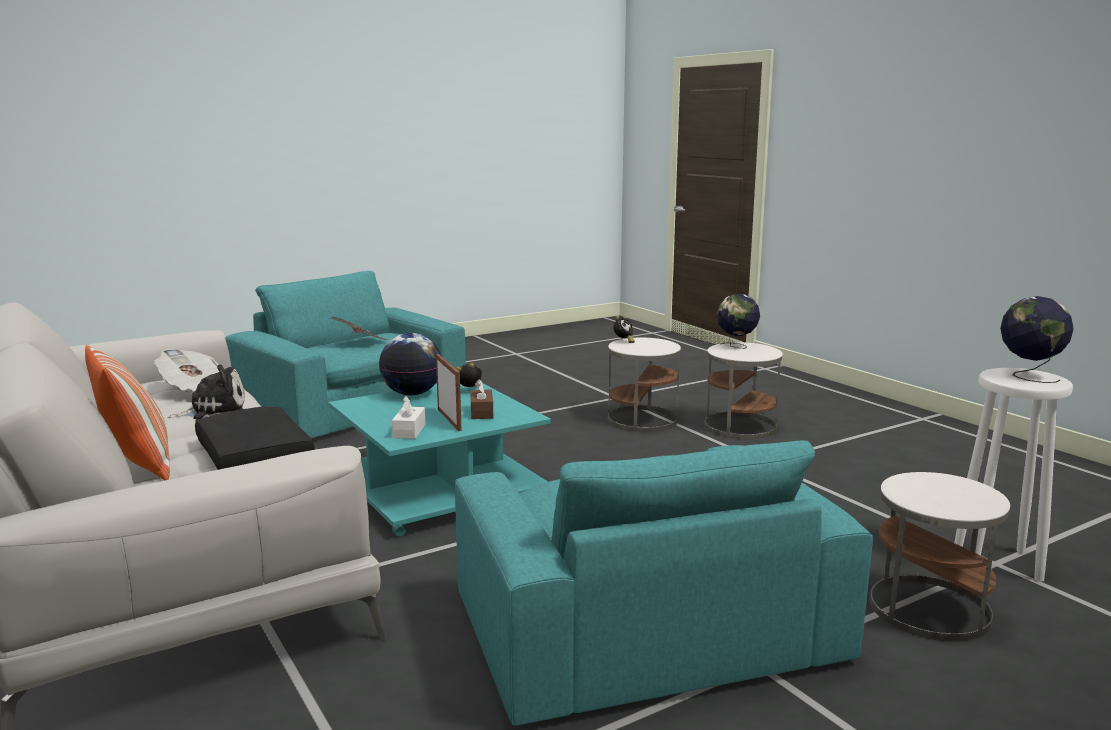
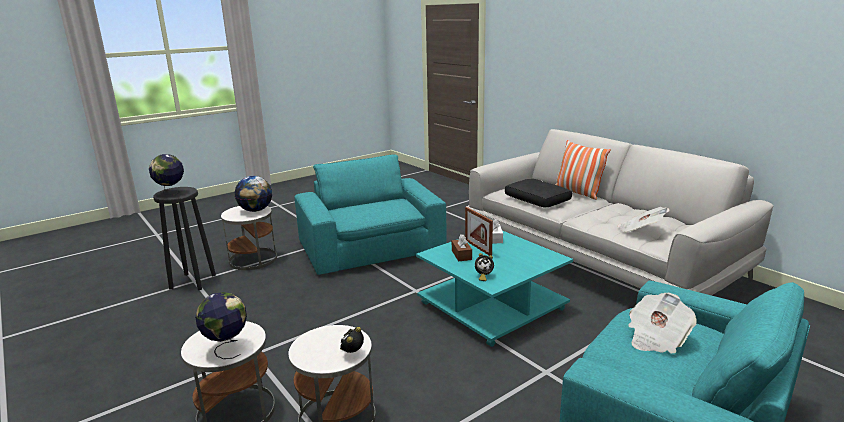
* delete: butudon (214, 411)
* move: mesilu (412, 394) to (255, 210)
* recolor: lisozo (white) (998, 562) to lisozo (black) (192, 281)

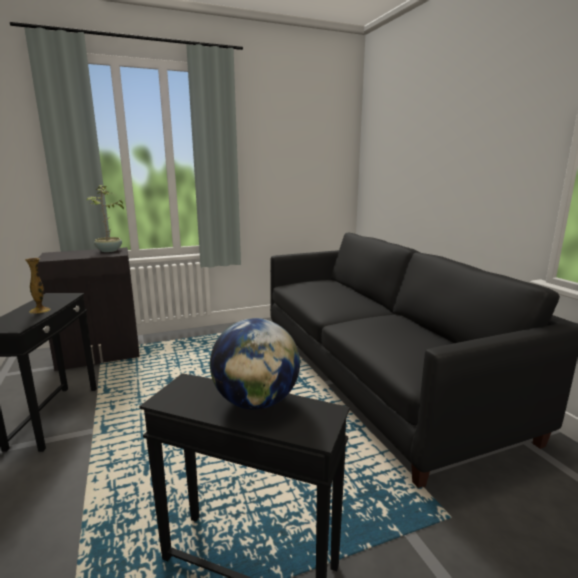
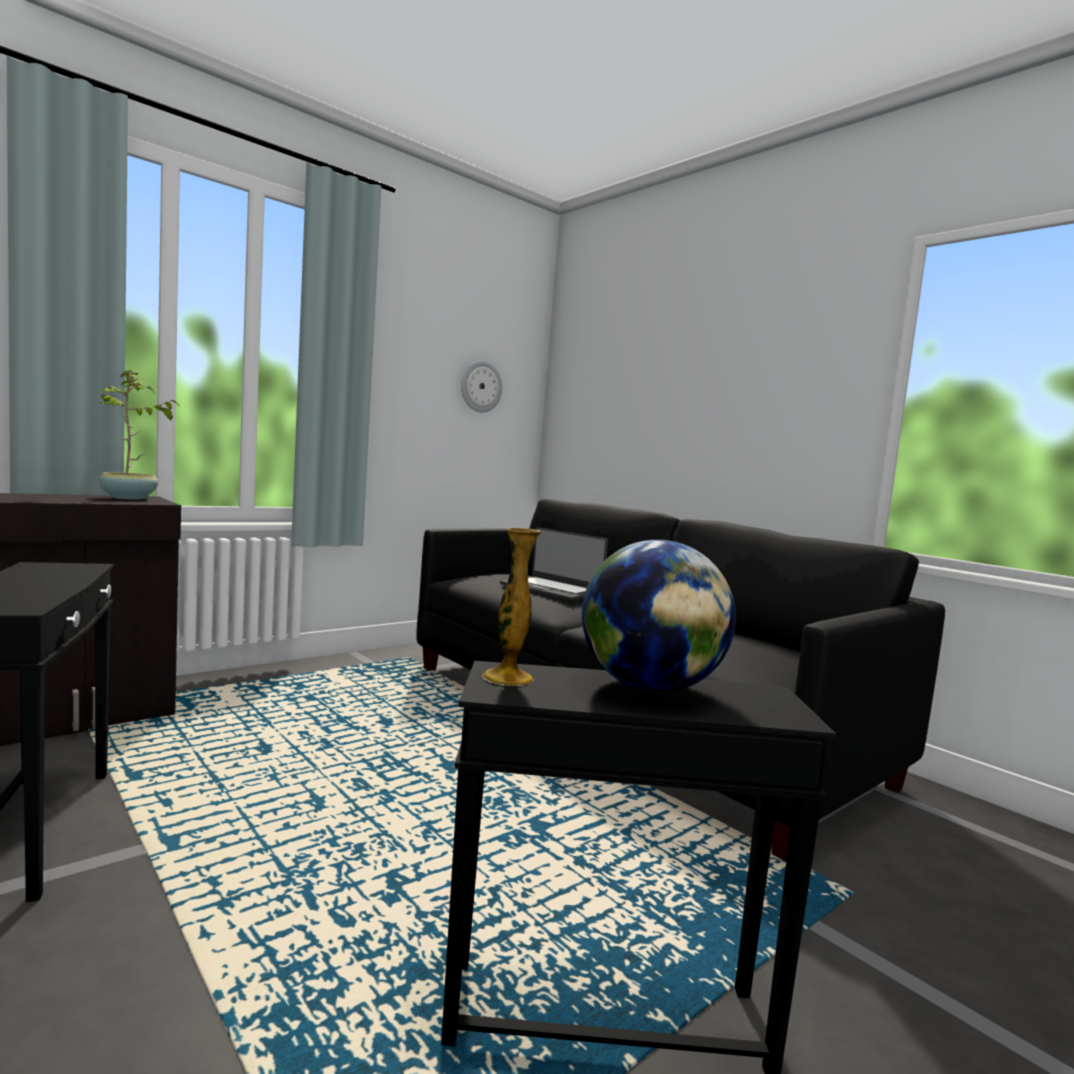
* move: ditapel (40, 310) to (508, 678)
* insert: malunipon (480, 386)
* insert: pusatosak (552, 589)

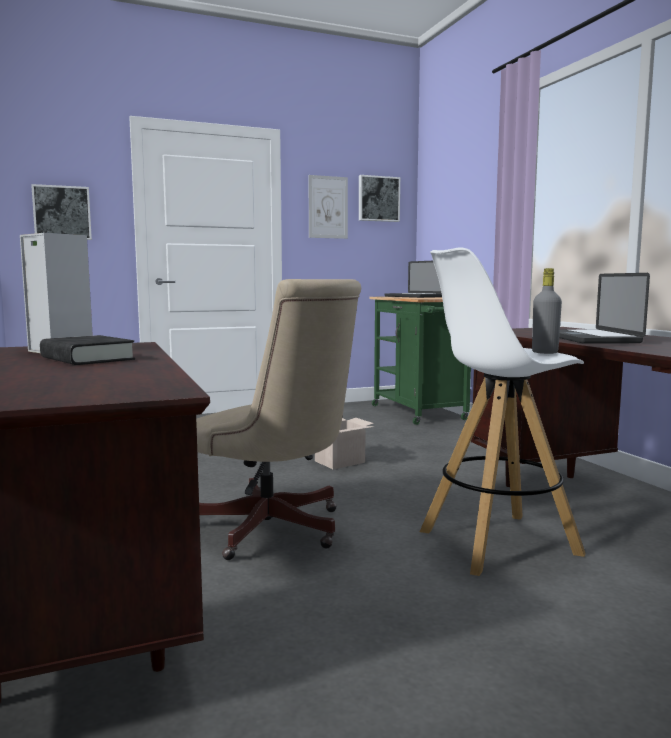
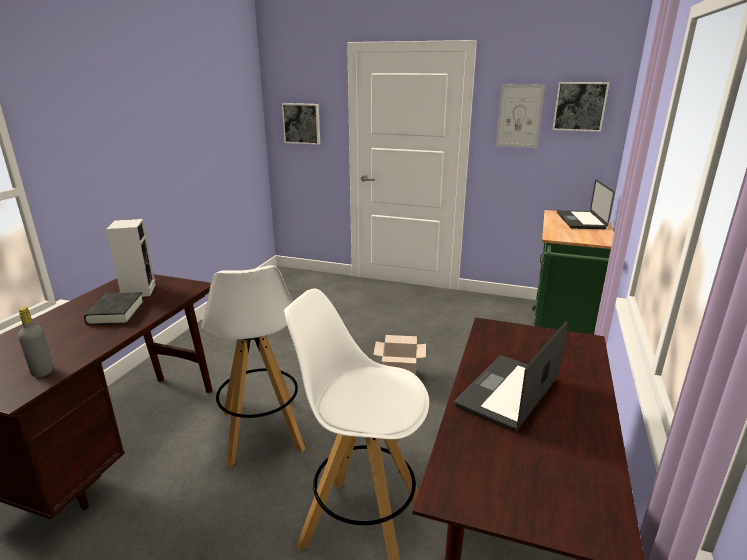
* replace: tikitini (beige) (275, 531) to lisozo (white) (262, 431)
* move: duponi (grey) (544, 352) to (42, 372)

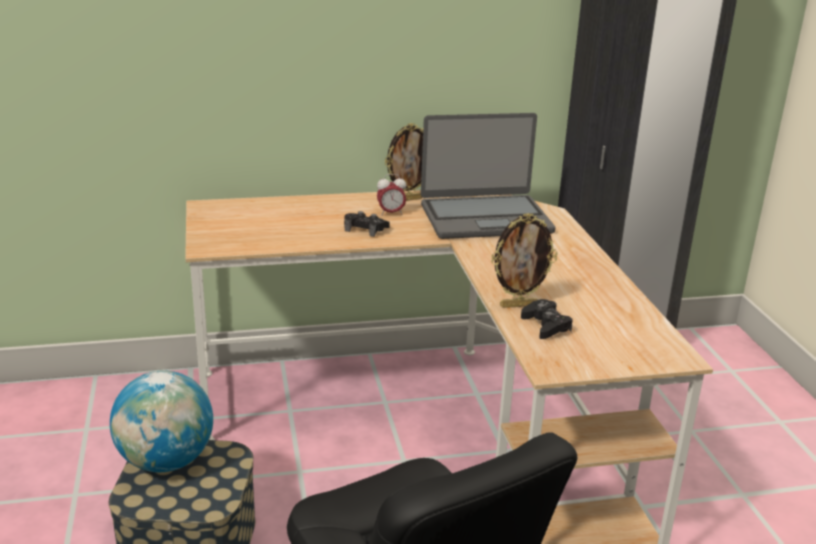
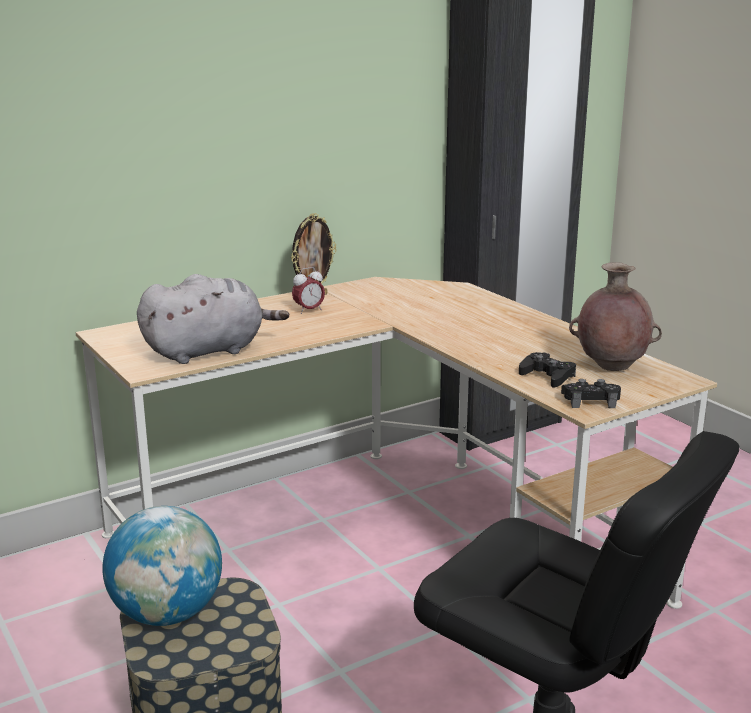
* move: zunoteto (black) (365, 229) to (590, 401)
* delete: pusatosak (485, 218)
* delete: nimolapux (518, 305)
* insert: butudon (grey) (209, 351)
* insert: ditapel (brown) (611, 367)

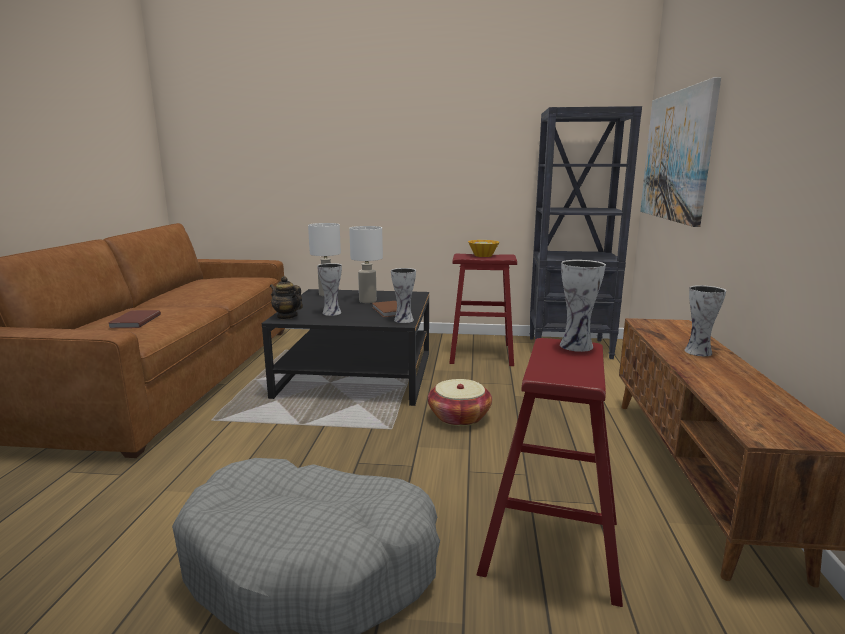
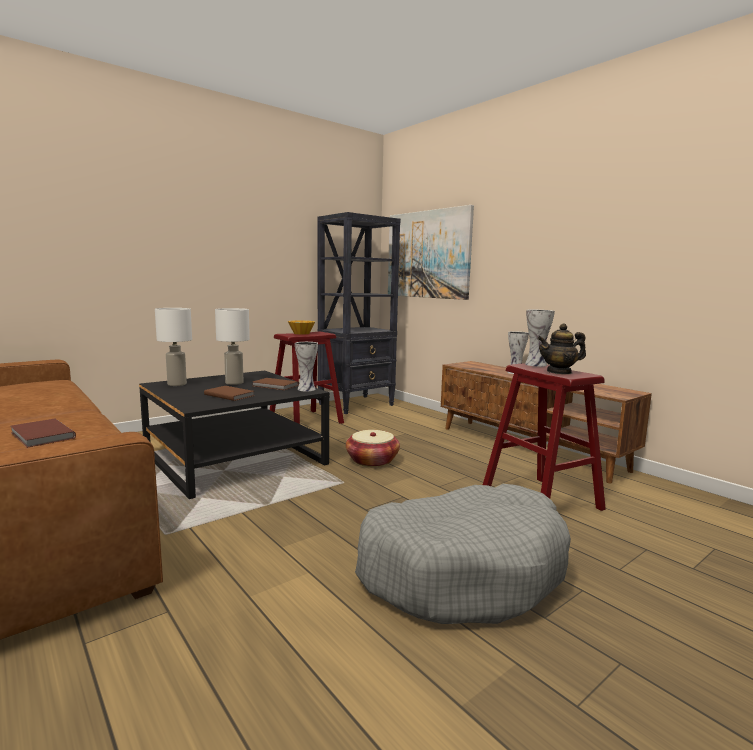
* move: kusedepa (287, 316) to (559, 372)
* replace: ditapel (332, 312) to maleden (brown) (229, 395)

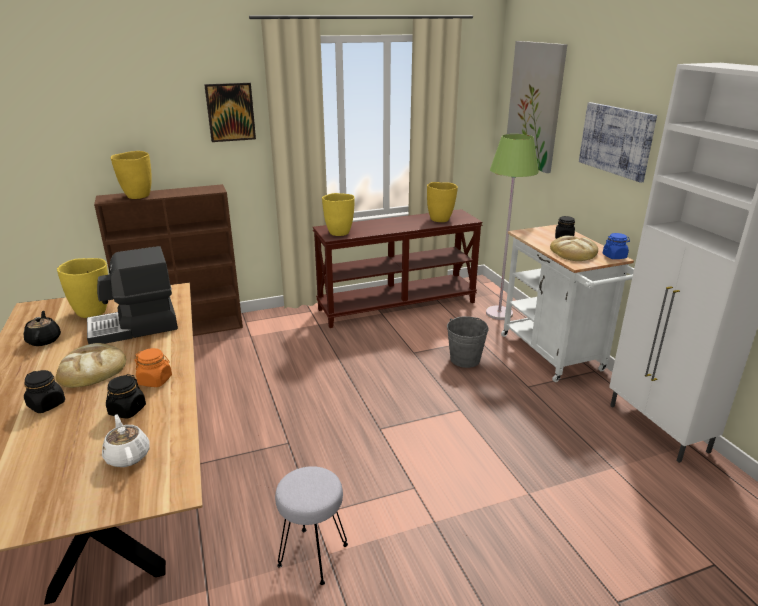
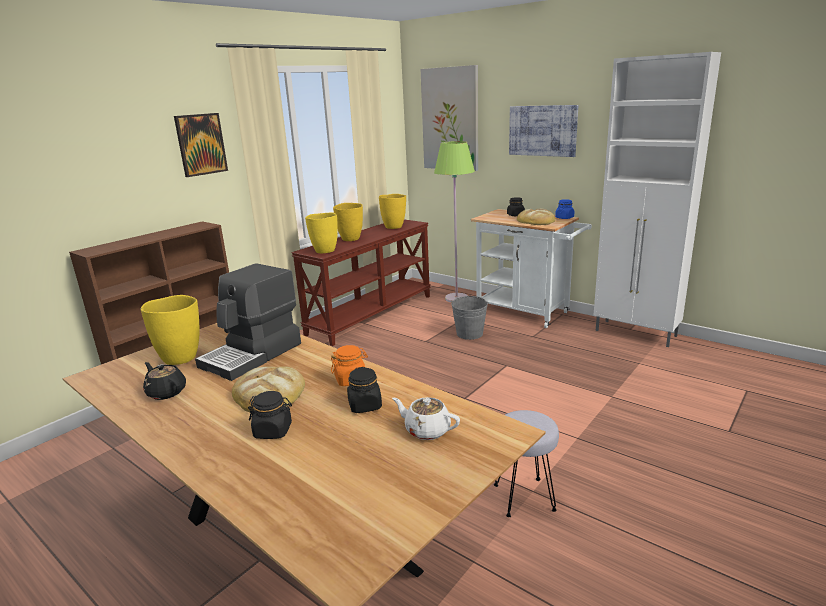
* move: ditapel (yellow) (138, 196) to (351, 239)

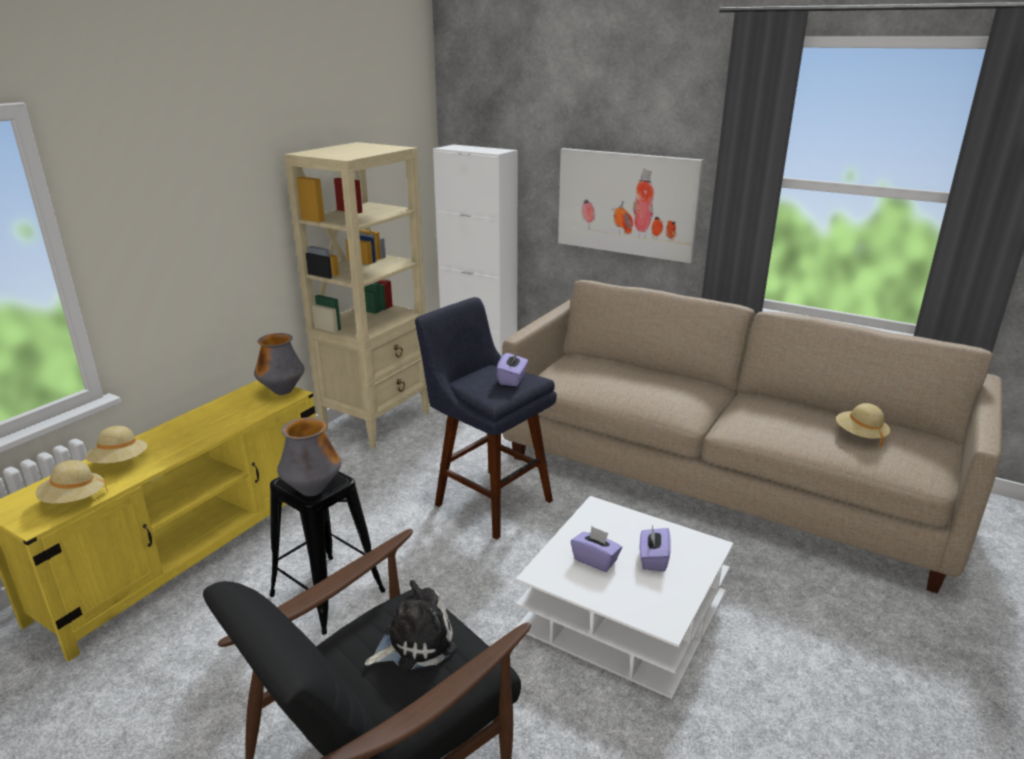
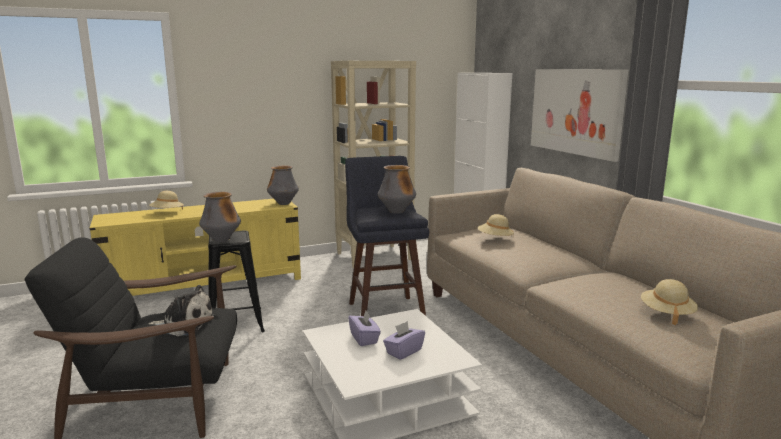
* move: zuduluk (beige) (74, 500) to (495, 239)
* replace: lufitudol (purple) (512, 379) to ditapel (396, 212)

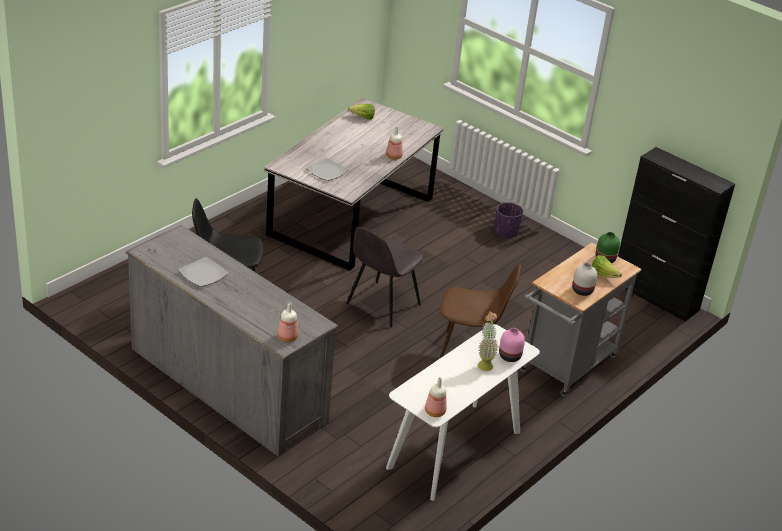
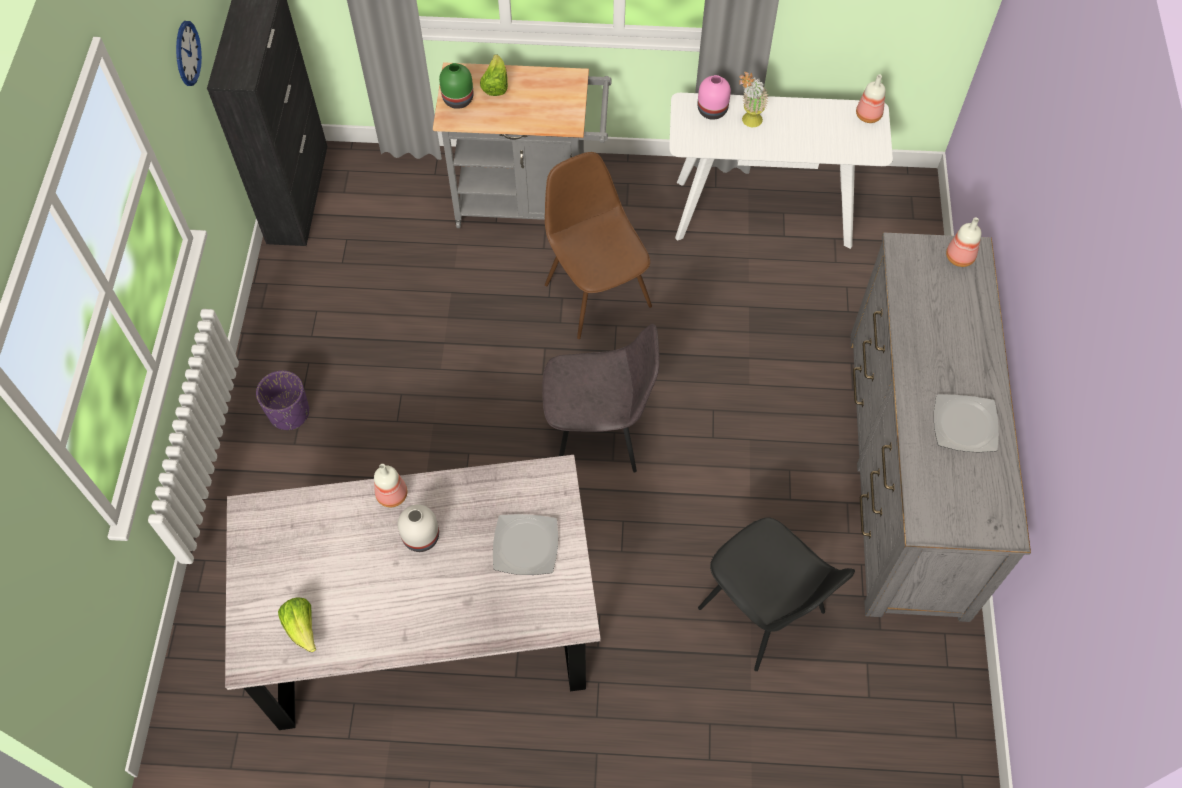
* move: ditapel (white) (582, 291) to (422, 536)
* insert: malunipon (187, 53)

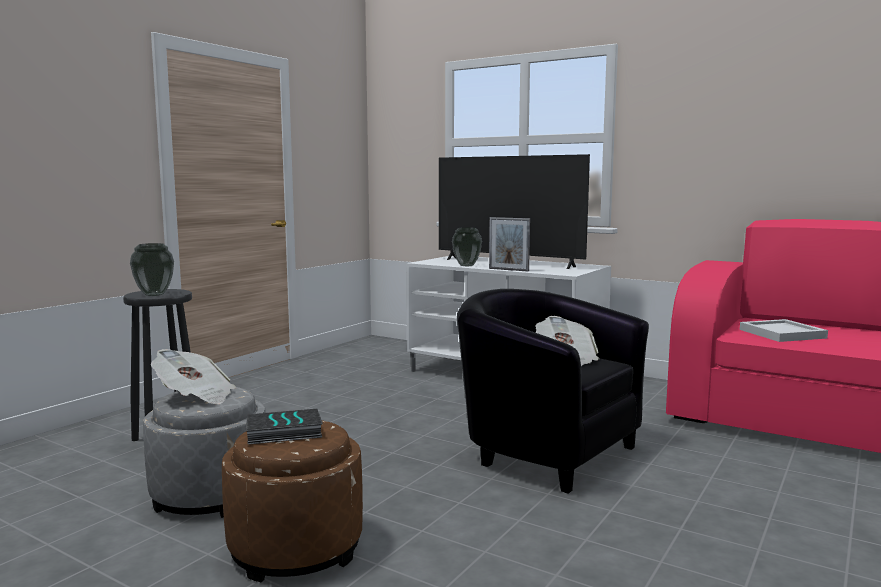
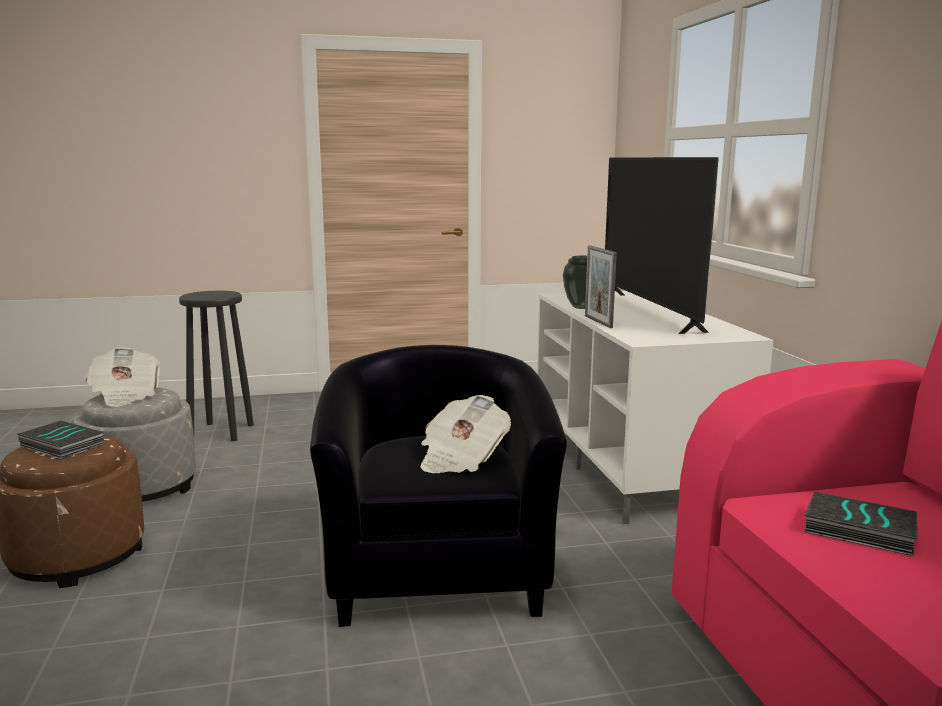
* delete: ditapel (155, 294)
* replace: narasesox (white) (782, 334) to maleden (858, 531)

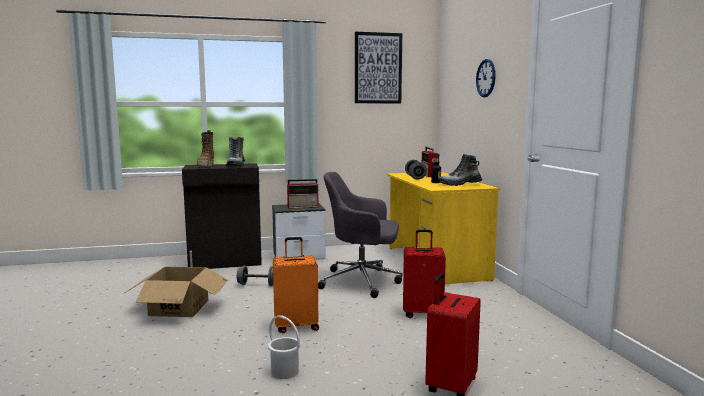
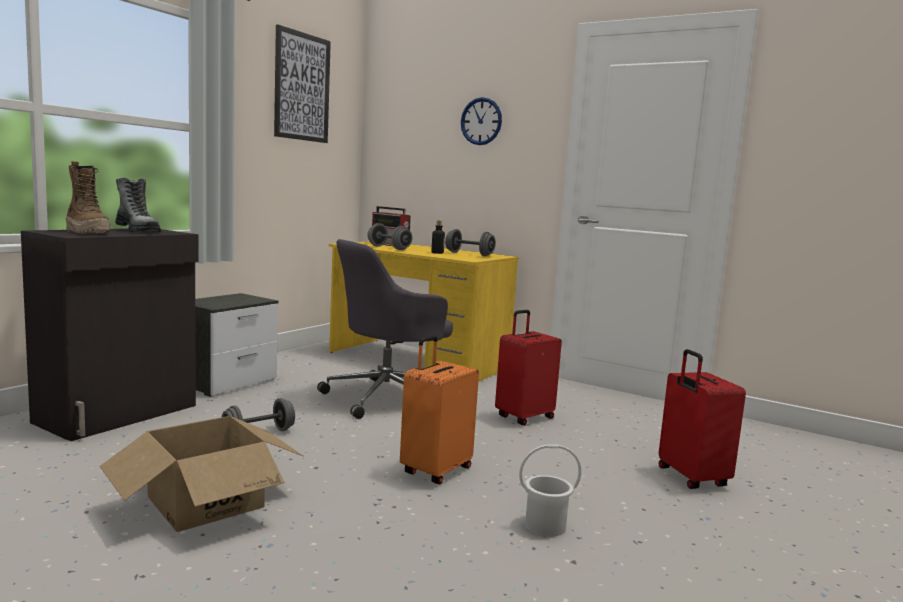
* delete: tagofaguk (303, 207)
* replace: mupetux (460, 184) to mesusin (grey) (469, 254)

